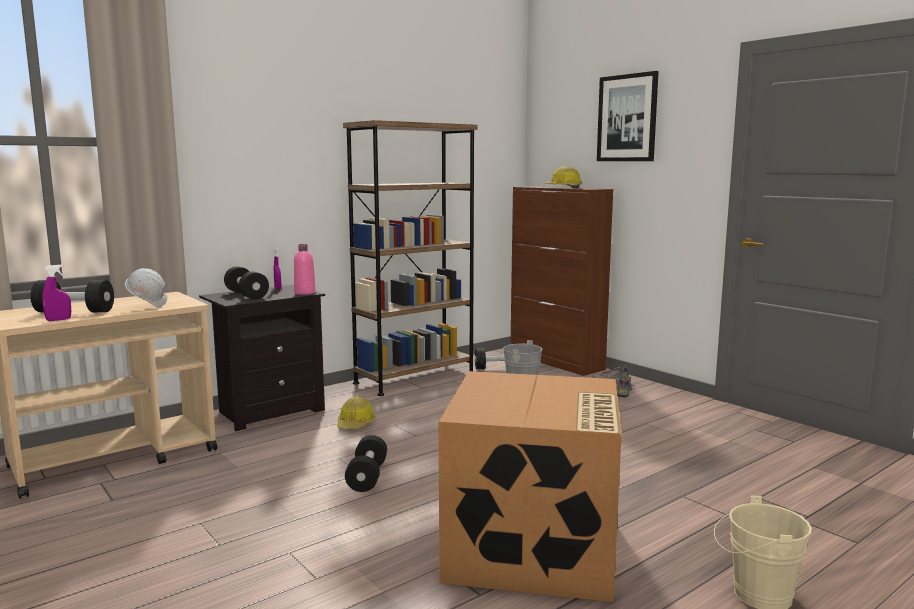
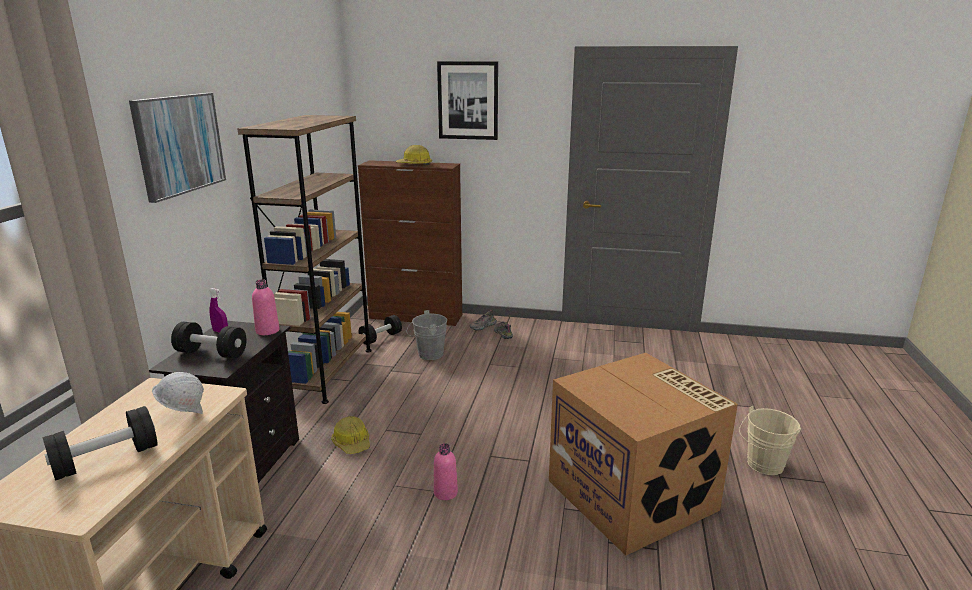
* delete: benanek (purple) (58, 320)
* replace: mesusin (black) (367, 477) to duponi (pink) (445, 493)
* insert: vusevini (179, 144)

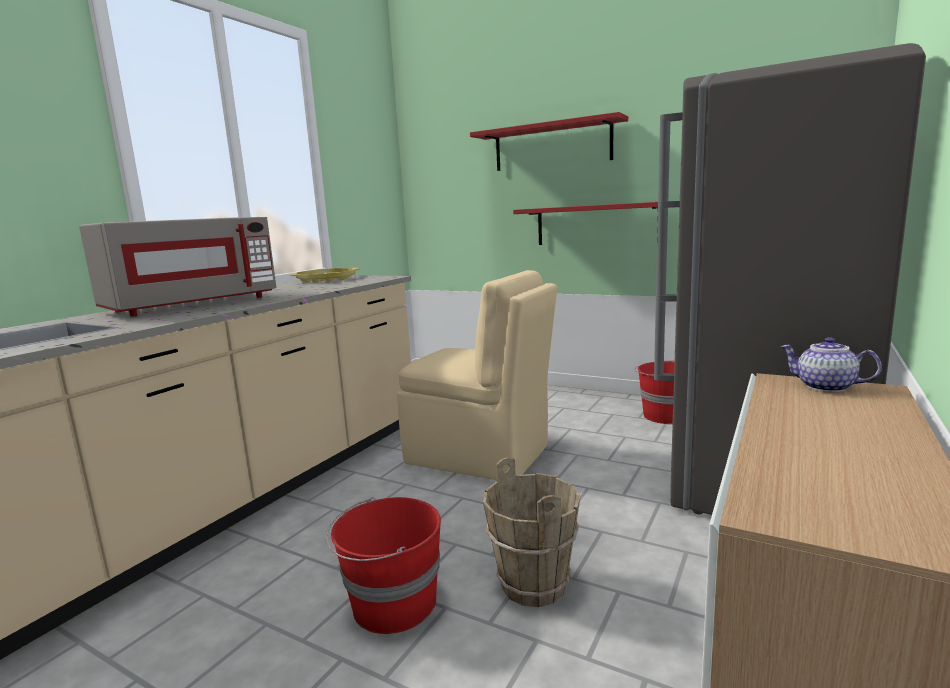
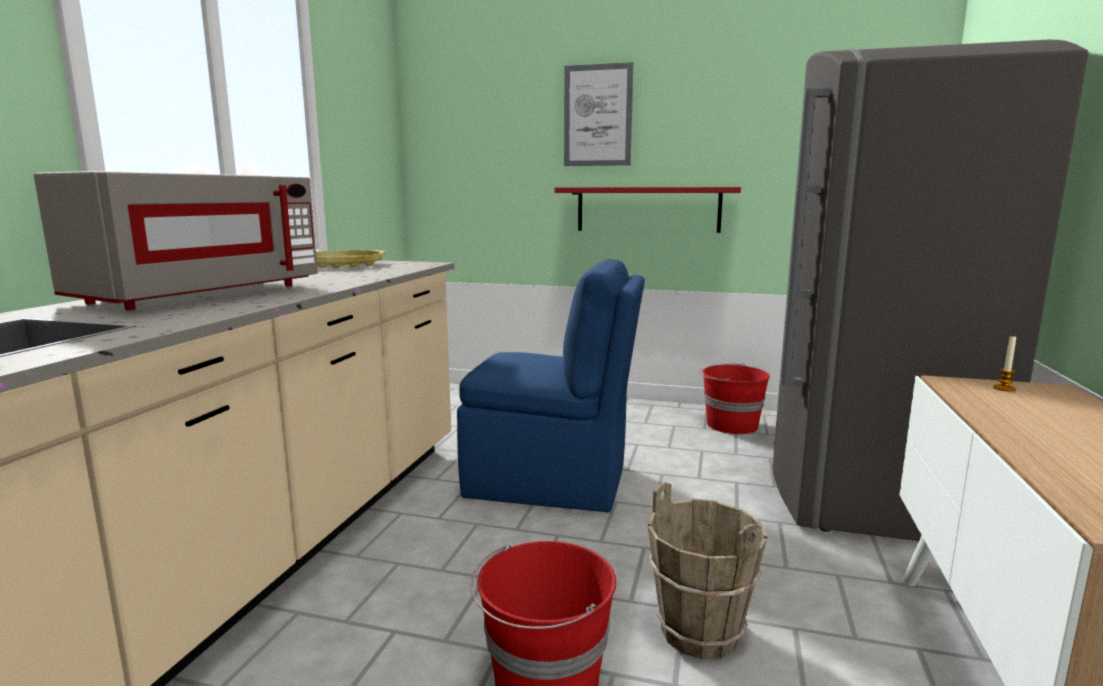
* recolor: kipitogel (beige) (481, 455) to kipitogel (blue) (551, 482)
* replace: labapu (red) (552, 146) to vusevini (597, 116)
* replace: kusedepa (824, 387) to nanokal (1004, 388)

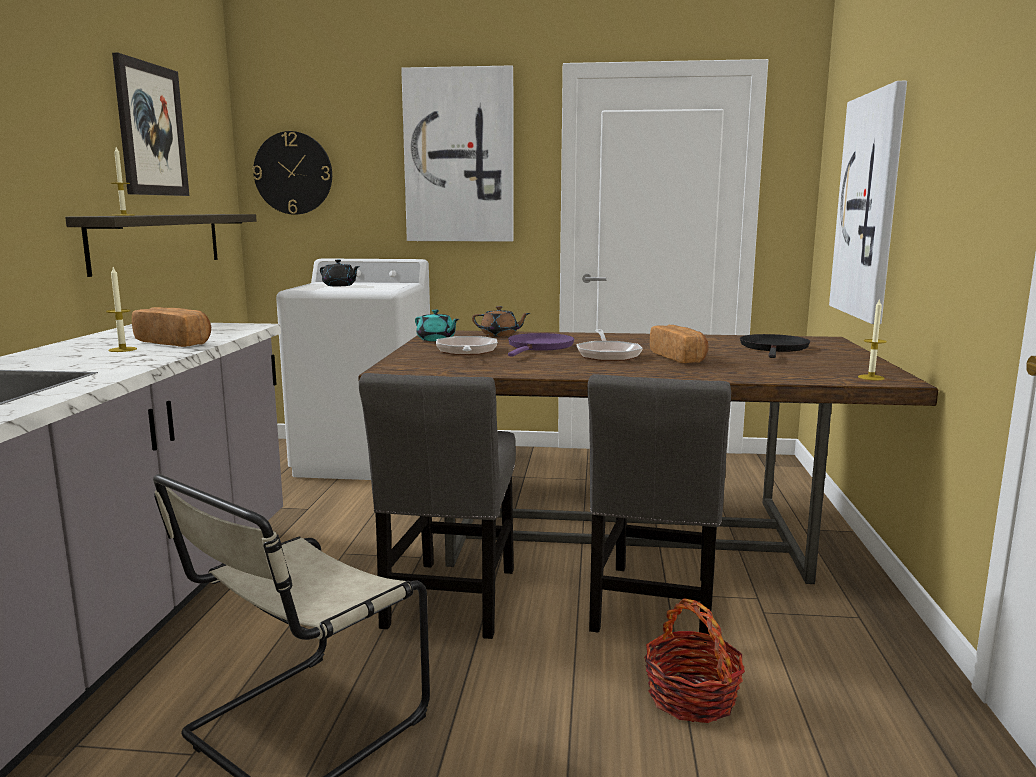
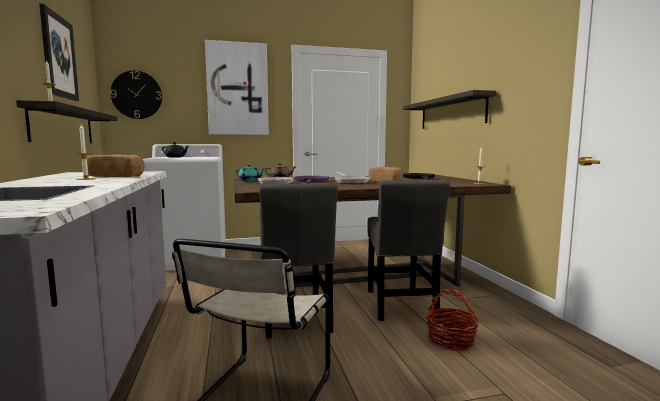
* replace: vusevini (870, 206) to labapu (451, 113)

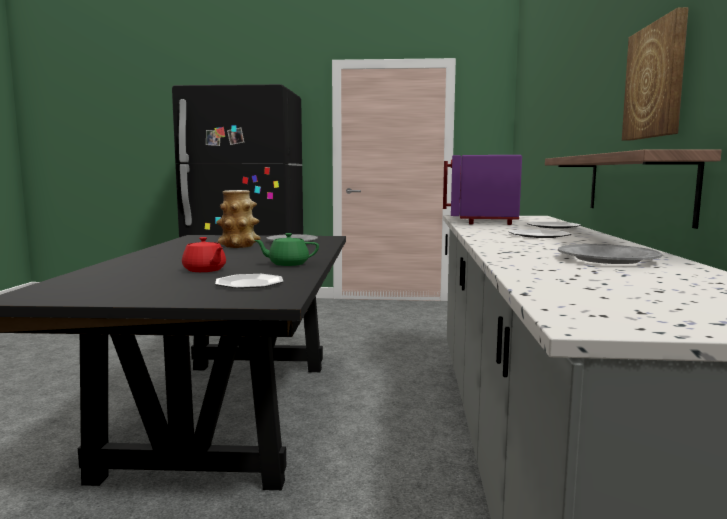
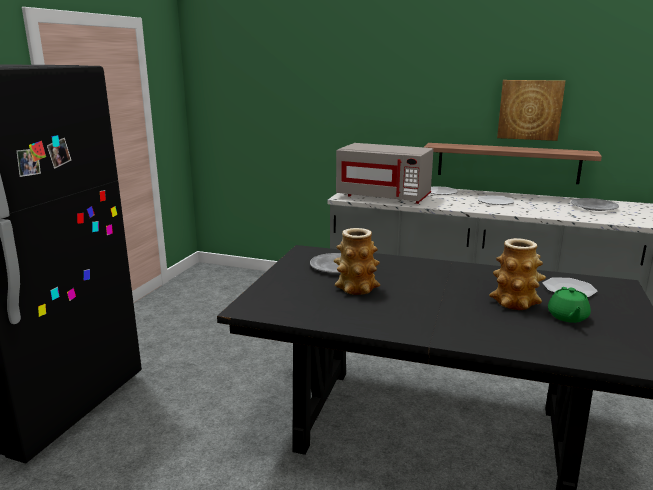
* replace: kusedepa (red) (204, 270) to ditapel (515, 303)
* move: kusedepa (green) (287, 264) to (567, 317)
* recolor: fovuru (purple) (482, 219) to fovuru (grey) (384, 197)

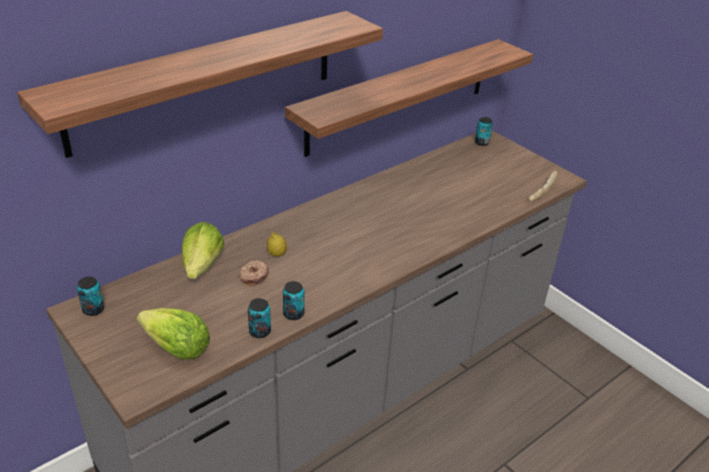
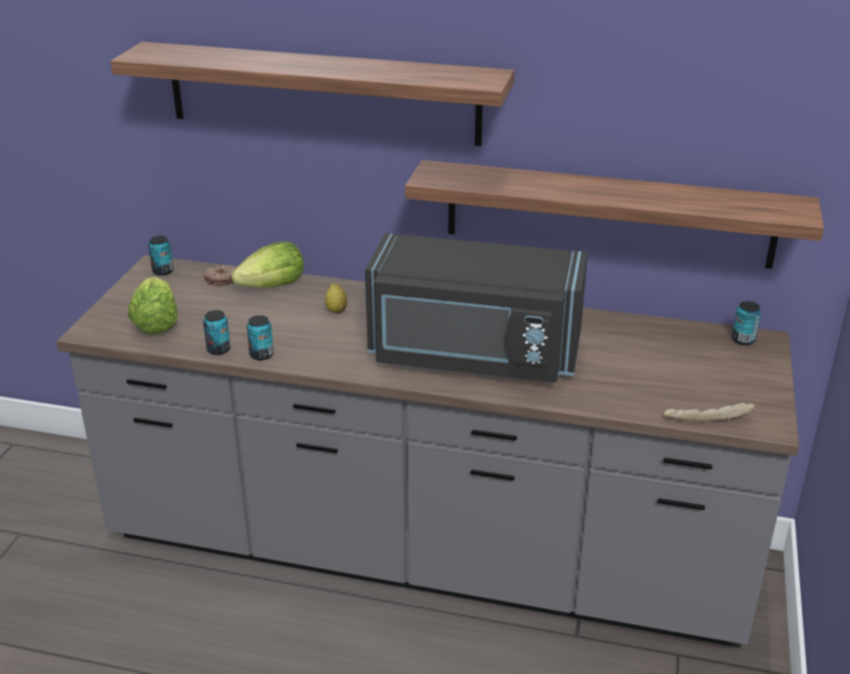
* move: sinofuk (253, 276) to (221, 279)
* insert: fovuru (black) (473, 355)

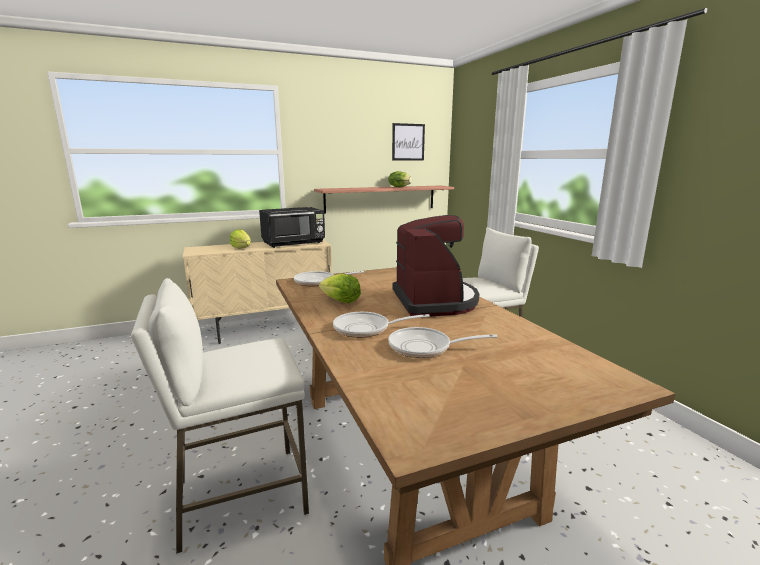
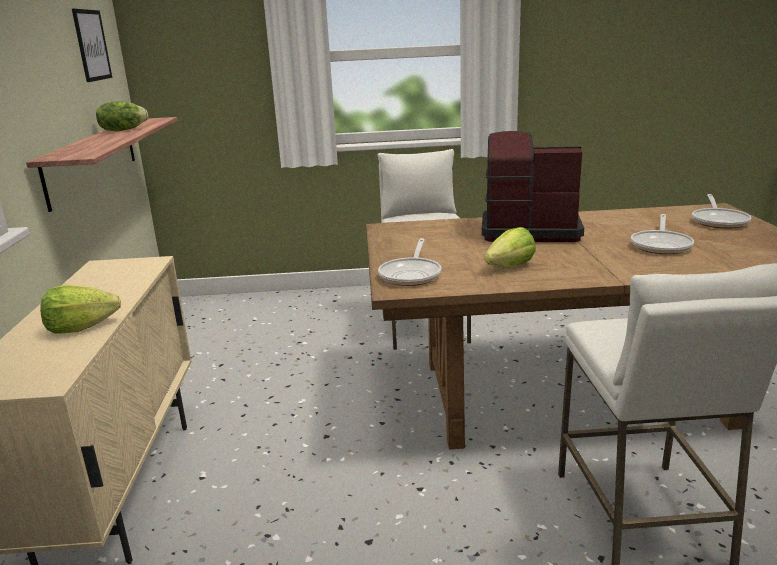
* delete: fovuru (black) (294, 243)
* move: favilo (366, 329) to (719, 221)

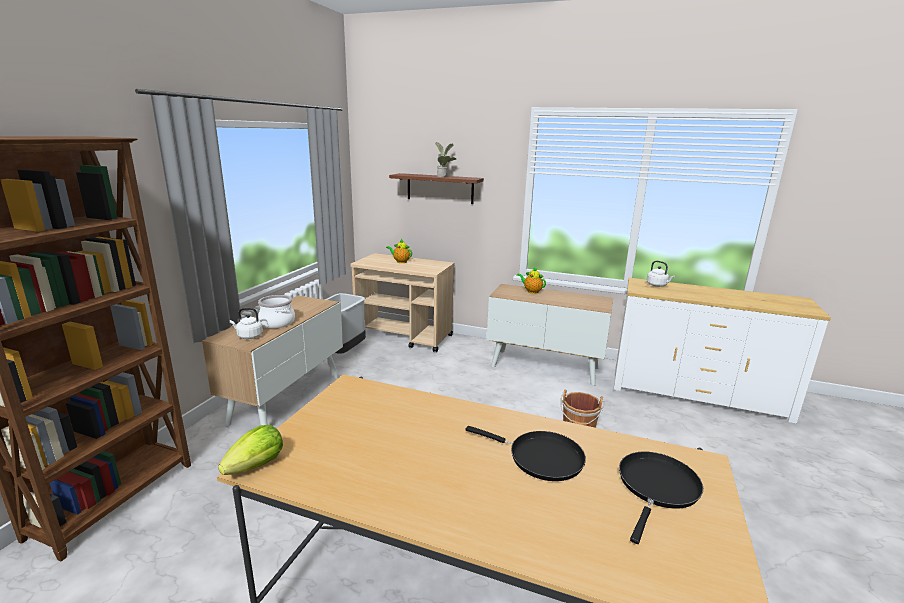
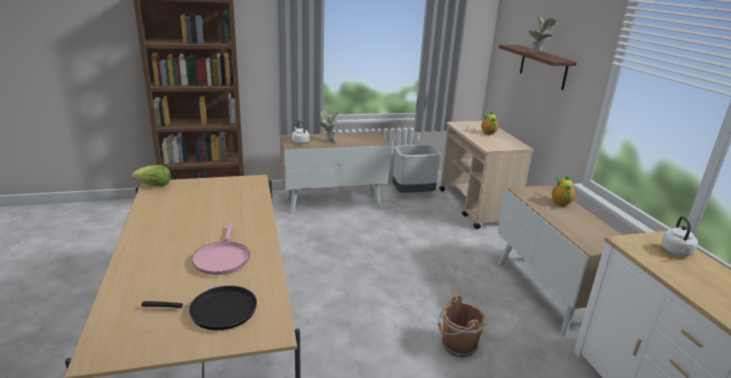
* replace: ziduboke (277, 323) to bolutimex (328, 141)
* recolor: favilo (black) (540, 458) to favilo (pink) (222, 258)

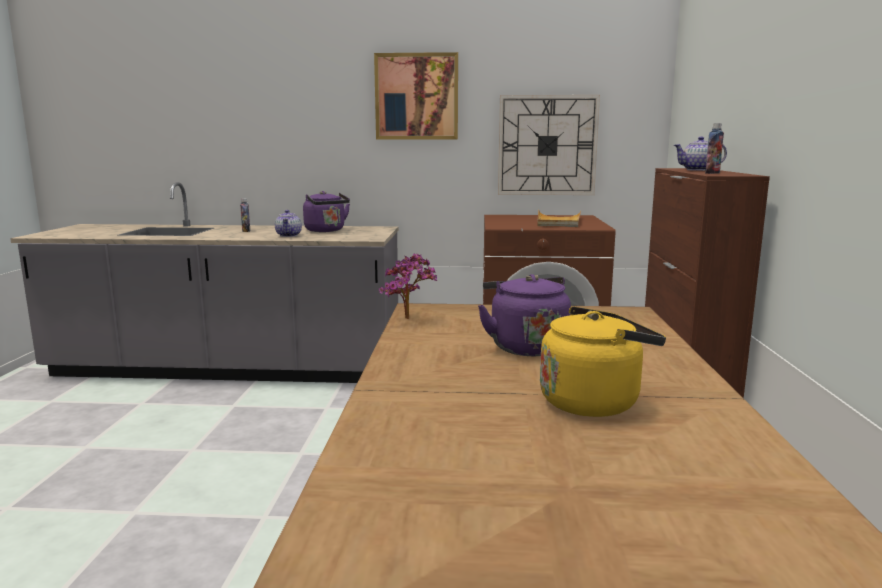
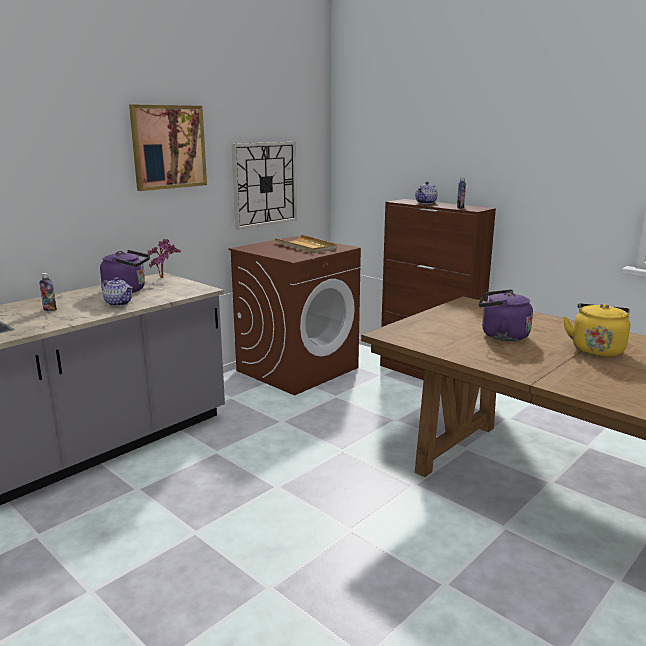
* move: bolutimex (410, 320) to (164, 278)

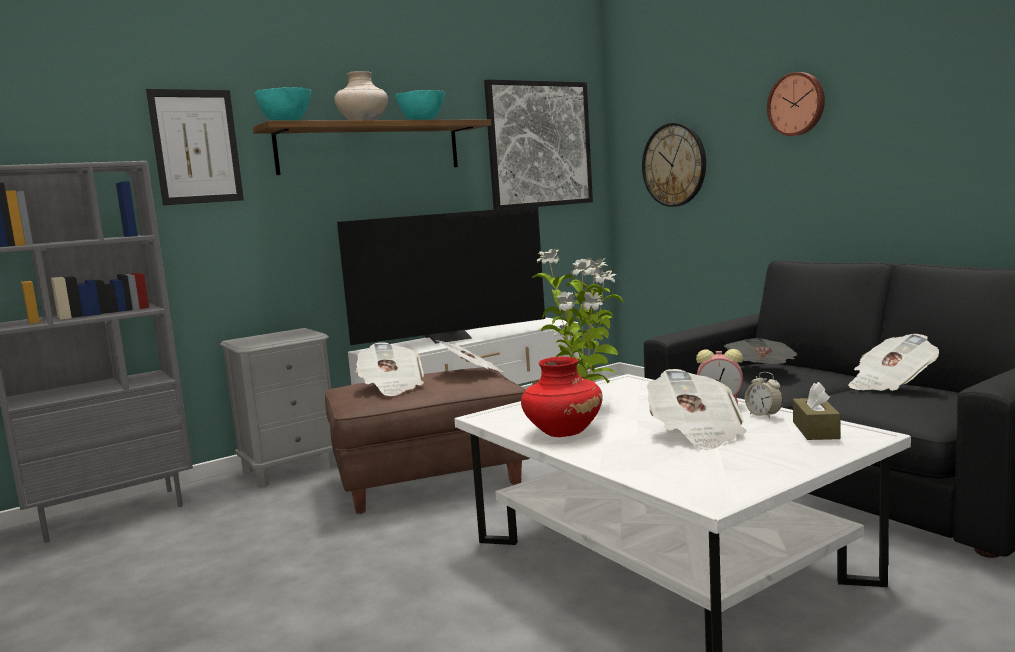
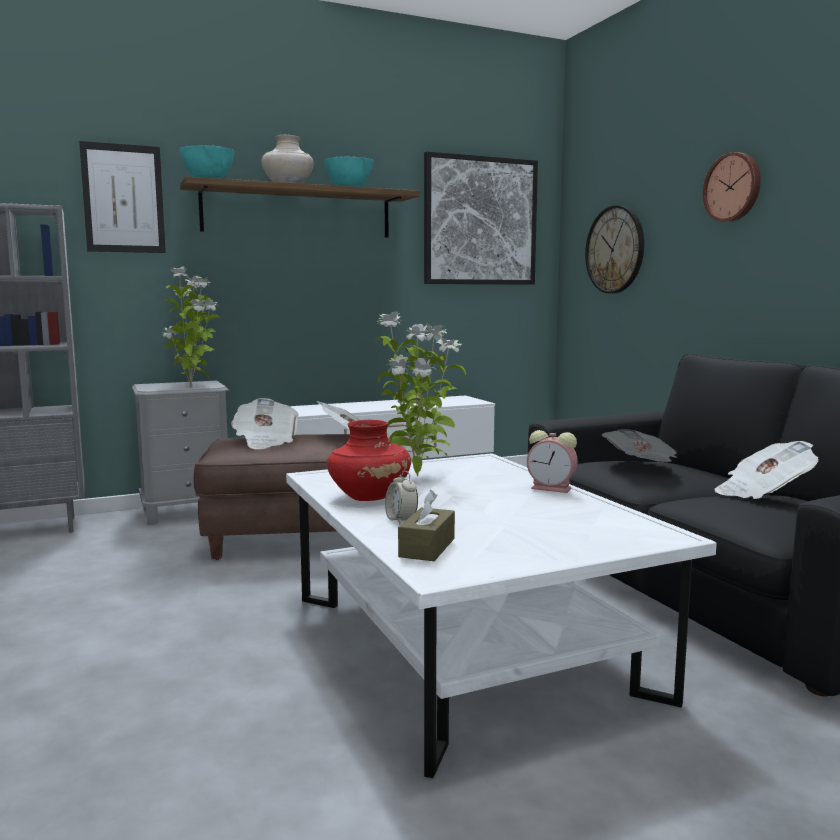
* delete: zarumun (450, 338)
* delete: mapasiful (696, 434)
* move: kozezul (763, 415) to (401, 520)
* move: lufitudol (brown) (815, 430) to (427, 547)
* insert: bolutimex (192, 385)

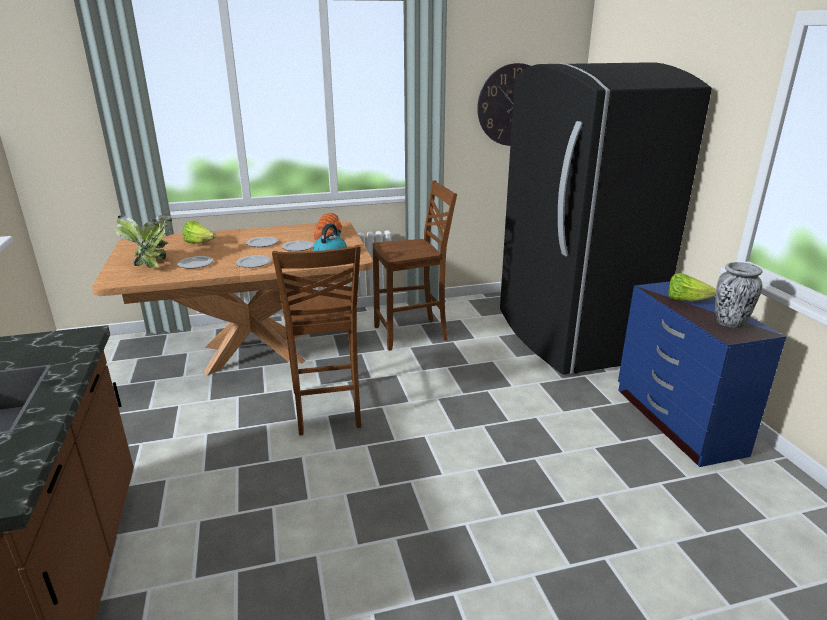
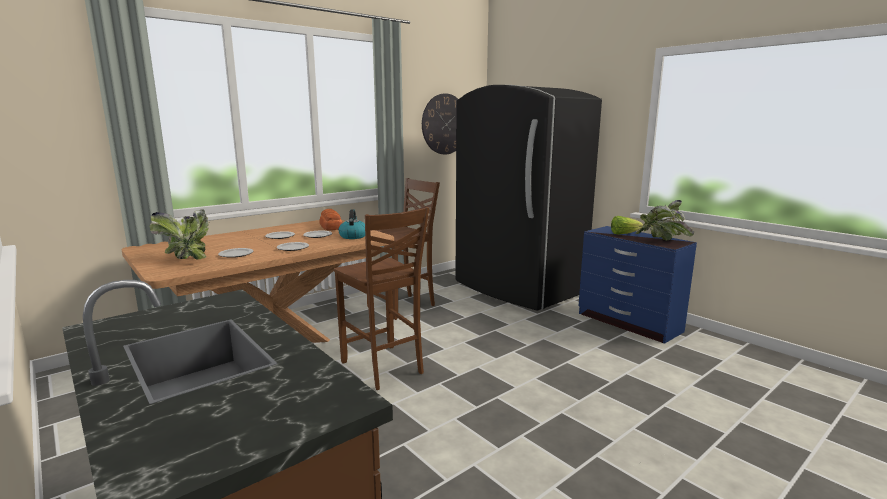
* delete: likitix (200, 243)
* replace: ditapel (729, 323) to bolutimex (661, 240)

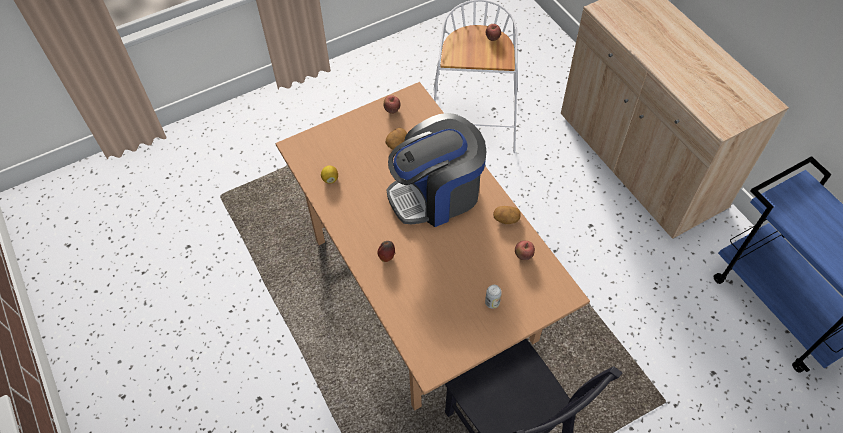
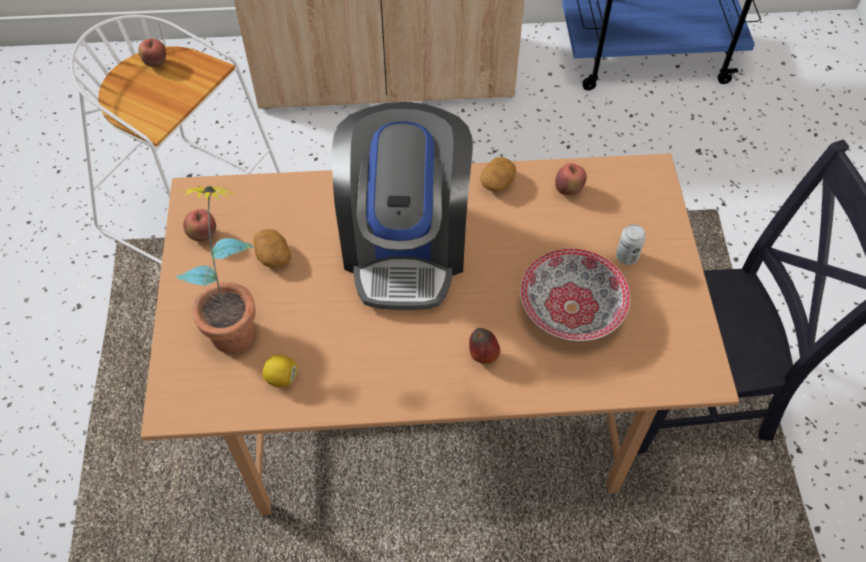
* insert: bolutimex (236, 322)
* insert: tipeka (570, 307)

